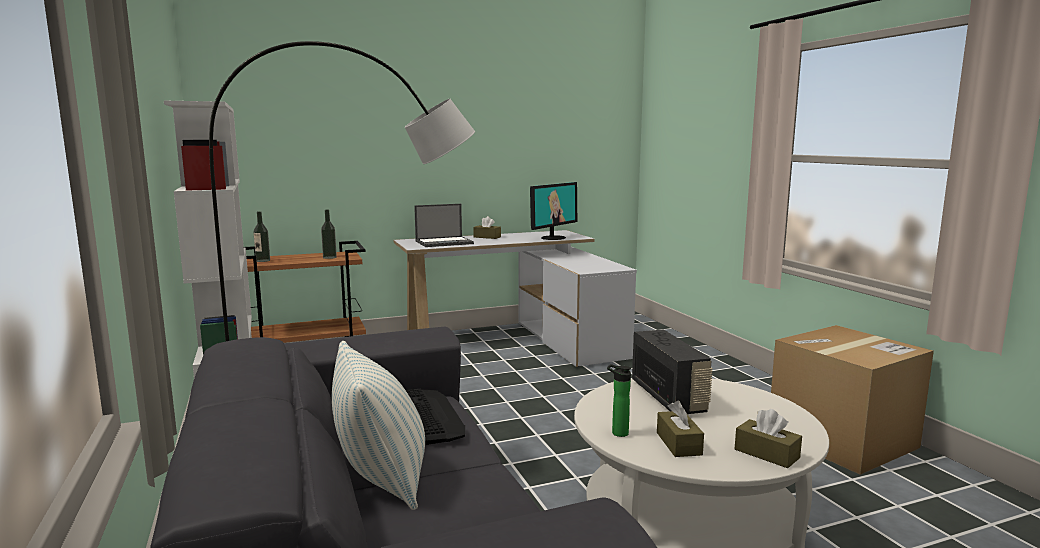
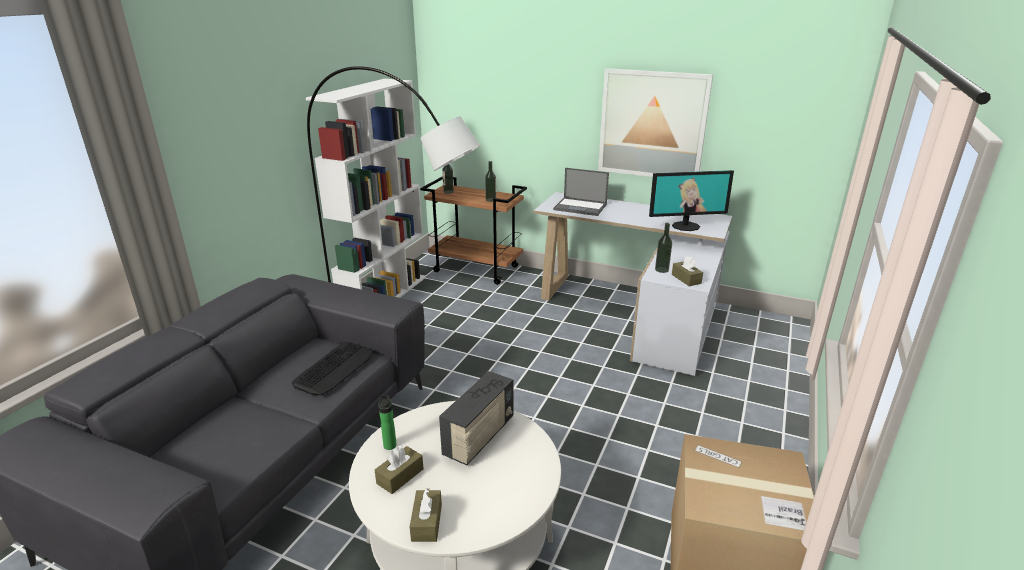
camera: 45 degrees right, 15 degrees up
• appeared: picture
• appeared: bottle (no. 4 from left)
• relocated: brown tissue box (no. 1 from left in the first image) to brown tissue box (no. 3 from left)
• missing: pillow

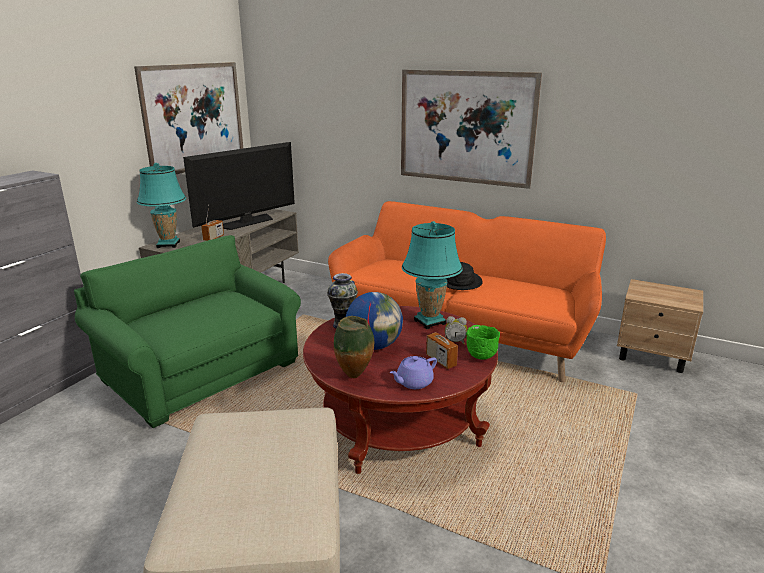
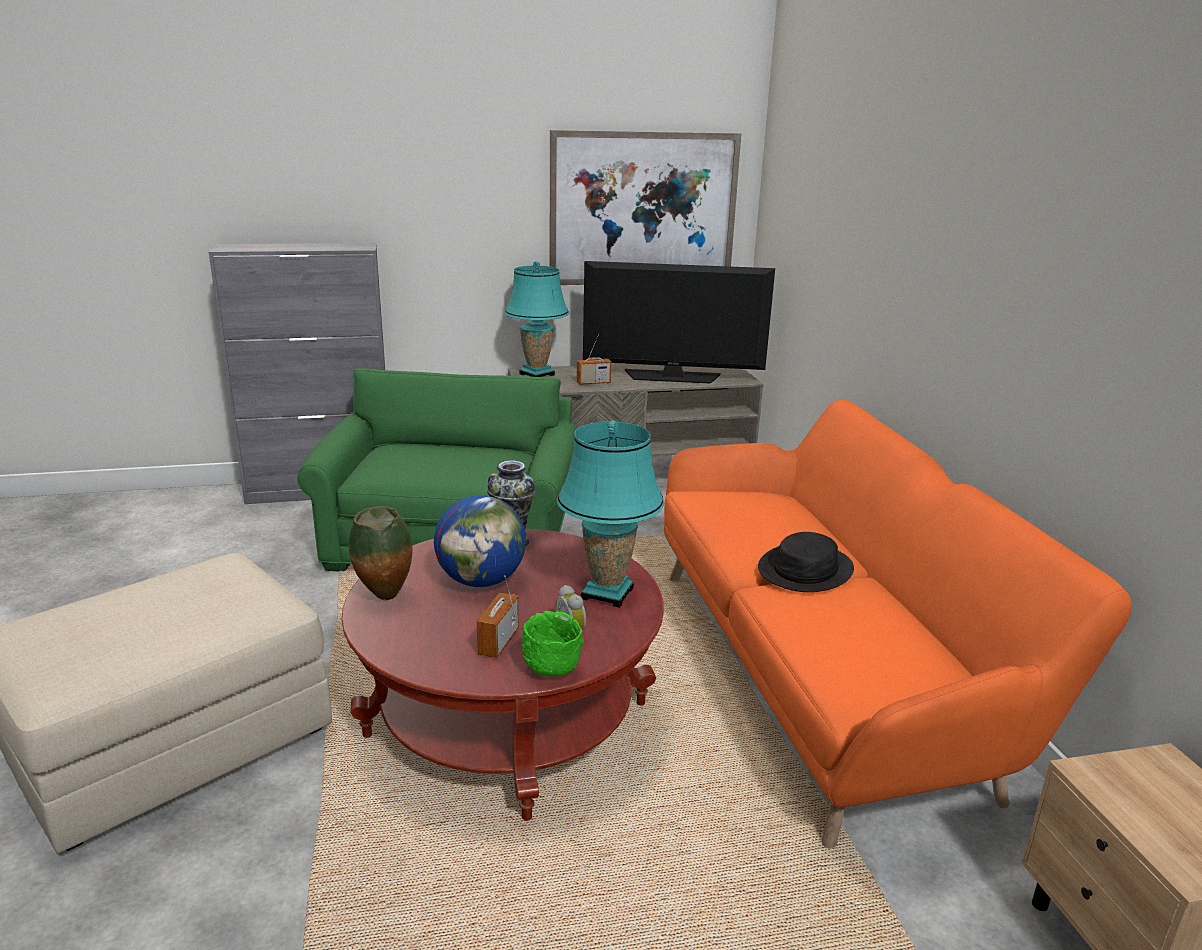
camera: 50 degrees right, 0 degrees up
• missing: purple teapot
• missing: picture (no. 2 from left)

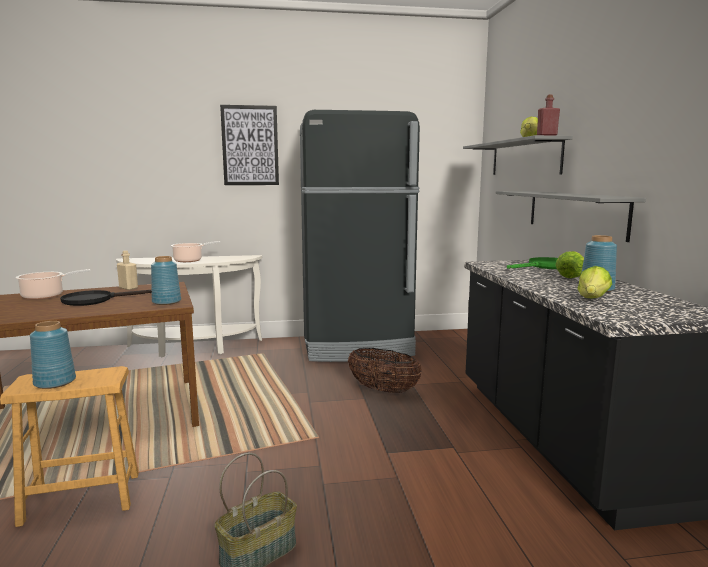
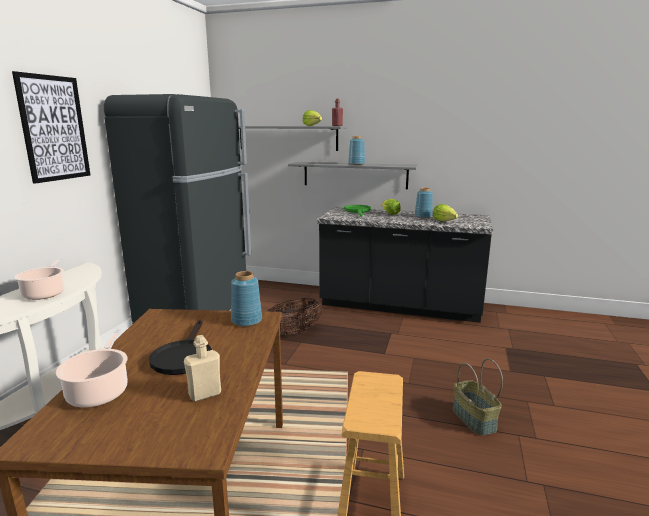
camera: 65 degrees left, 5 degrees up
• relocated: beige bottle
• relocated: blue vase (no. 1 from left in the first image) to blue vase (no. 2 from left)

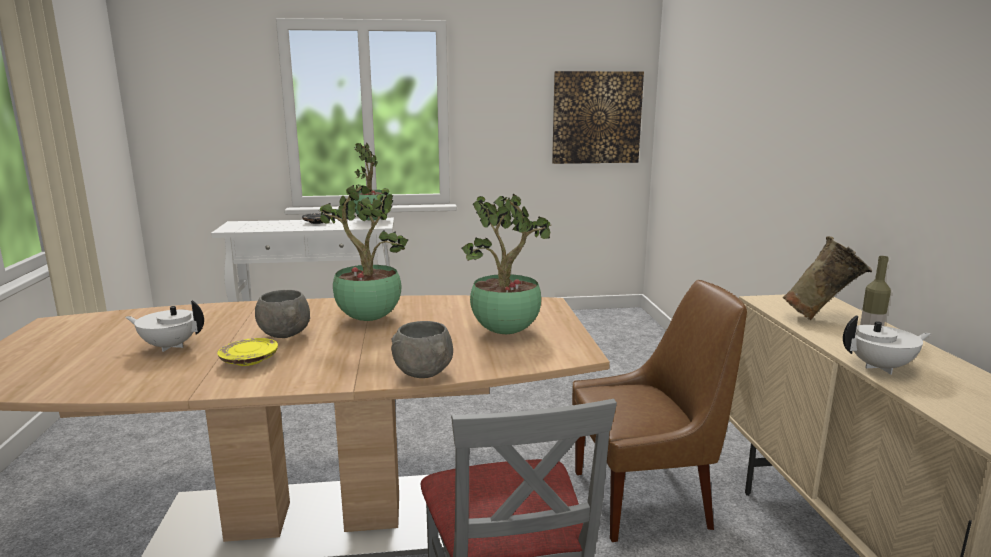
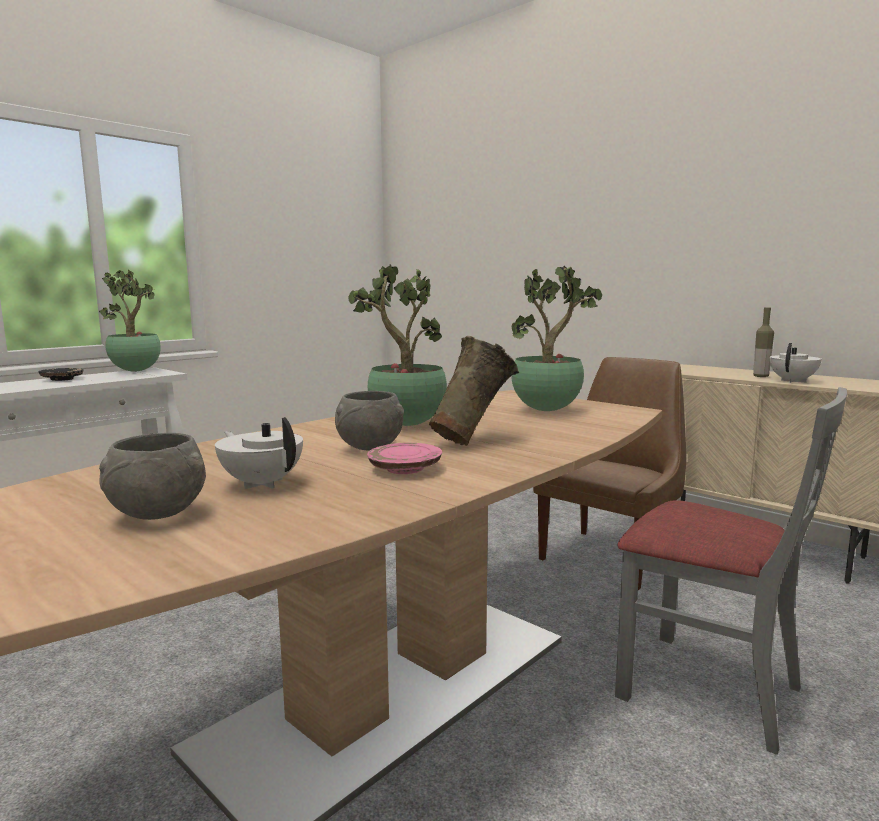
camera: 40 degrees left, 5 degrees down
• relocated: grey bowl (no. 2 from left in the first image) to grey bowl (no. 1 from left)
• spun: white teapot (no. 1 from left) 75 degrees clockwise
• colour: yellow plate to pink plate
• relocated: beige vase
• missing: picture

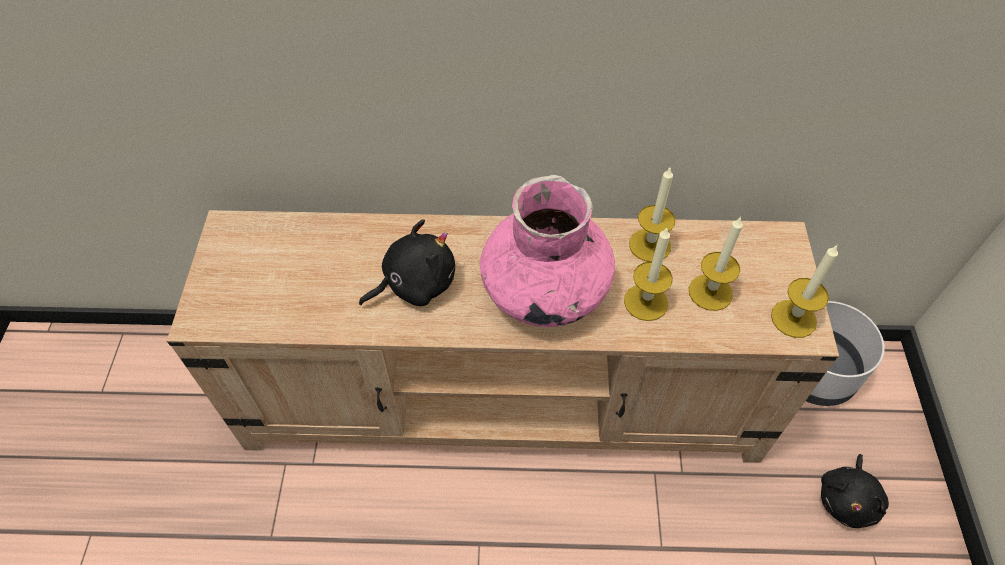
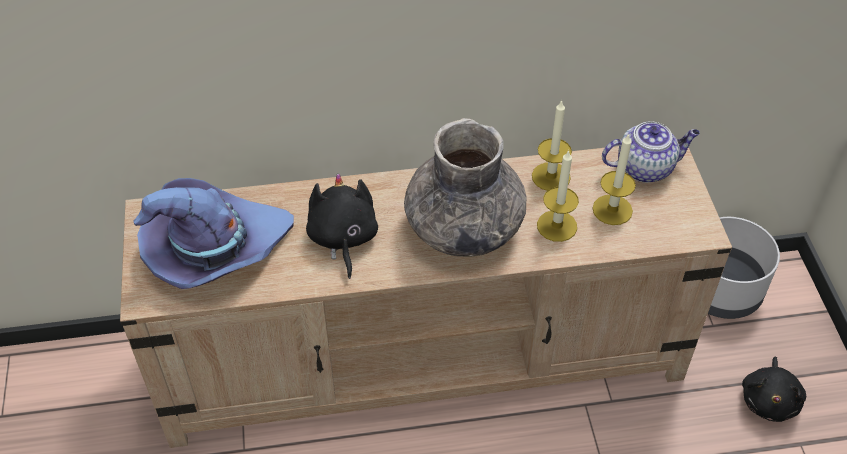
camera: 10 degrees left, 5 degrees down
• appeared: purple hat
• spun: black plush toy (no. 1 from left) 60 degrees counterclockwise
• colour: pink vase to grey vase
• appeared: teapot
• missing: candle (no. 4 from left)

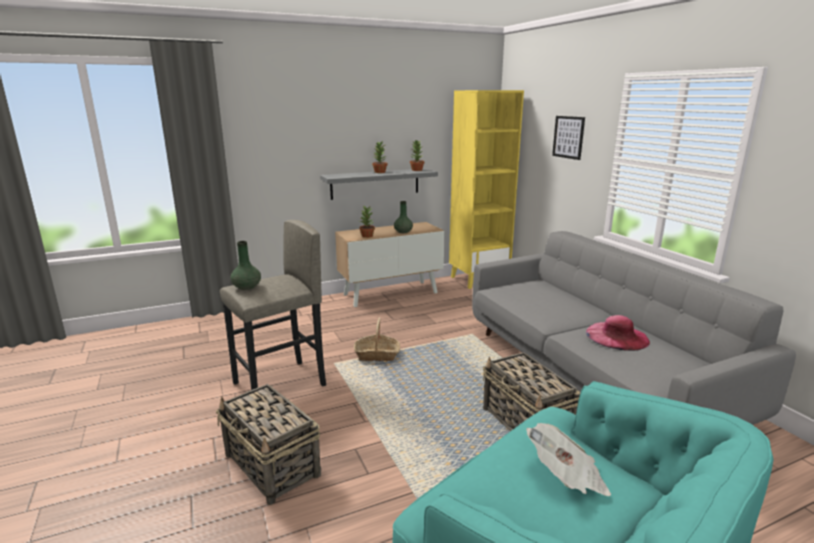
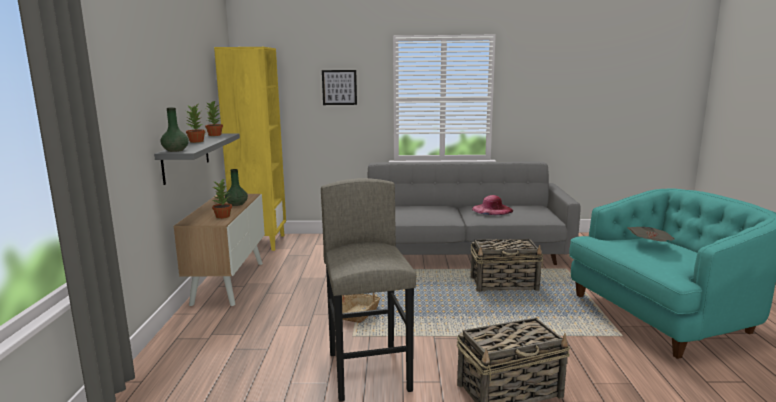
camera: 65 degrees left, 5 degrees down
• relocated: green vase (no. 1 from left)

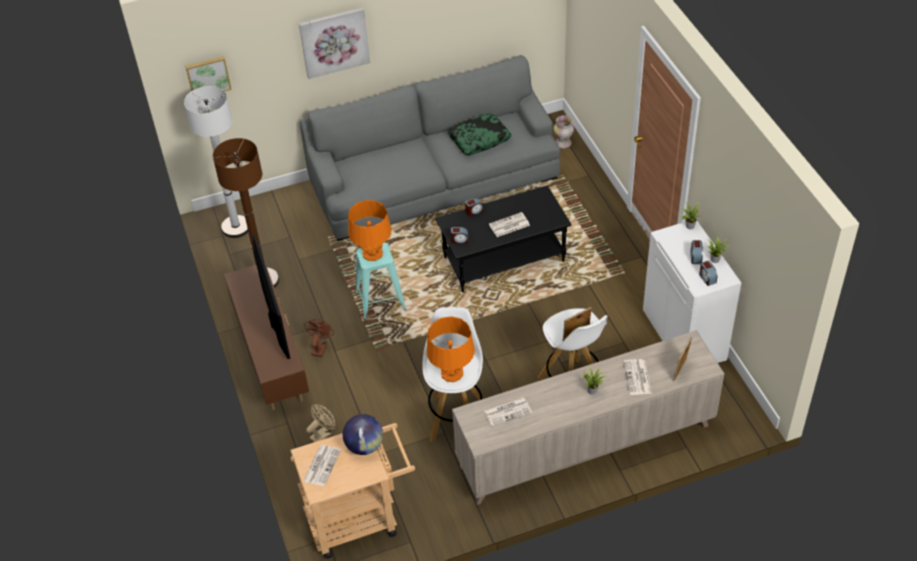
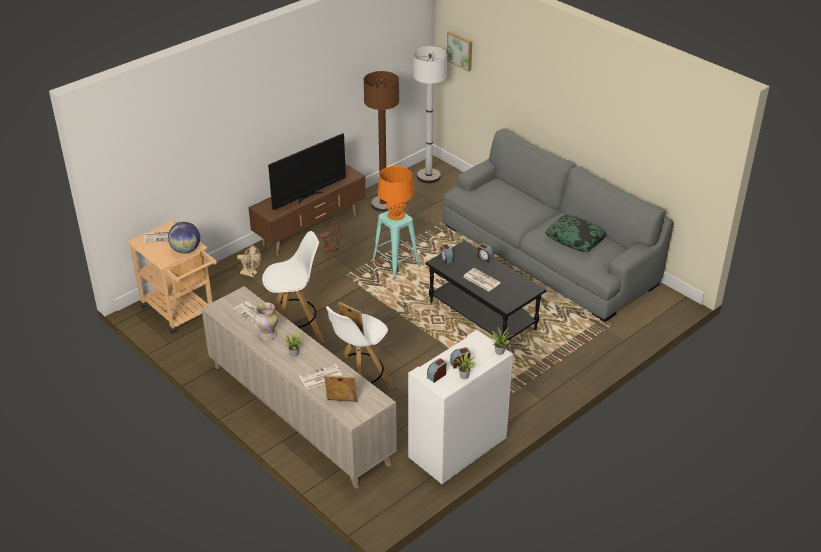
camera: 65 degrees right, 10 degrees down
• relocated: vase
• missing: picture (no. 2 from left)
• missing: orange table lamp (no. 2 from left)

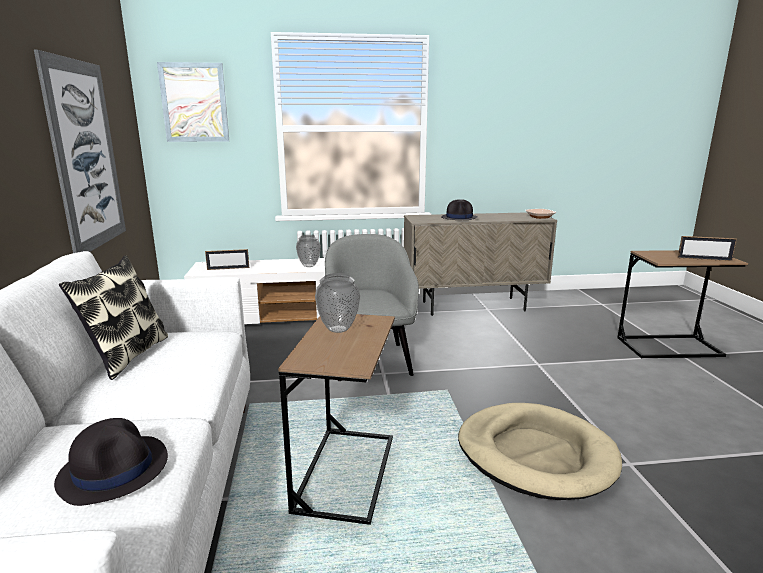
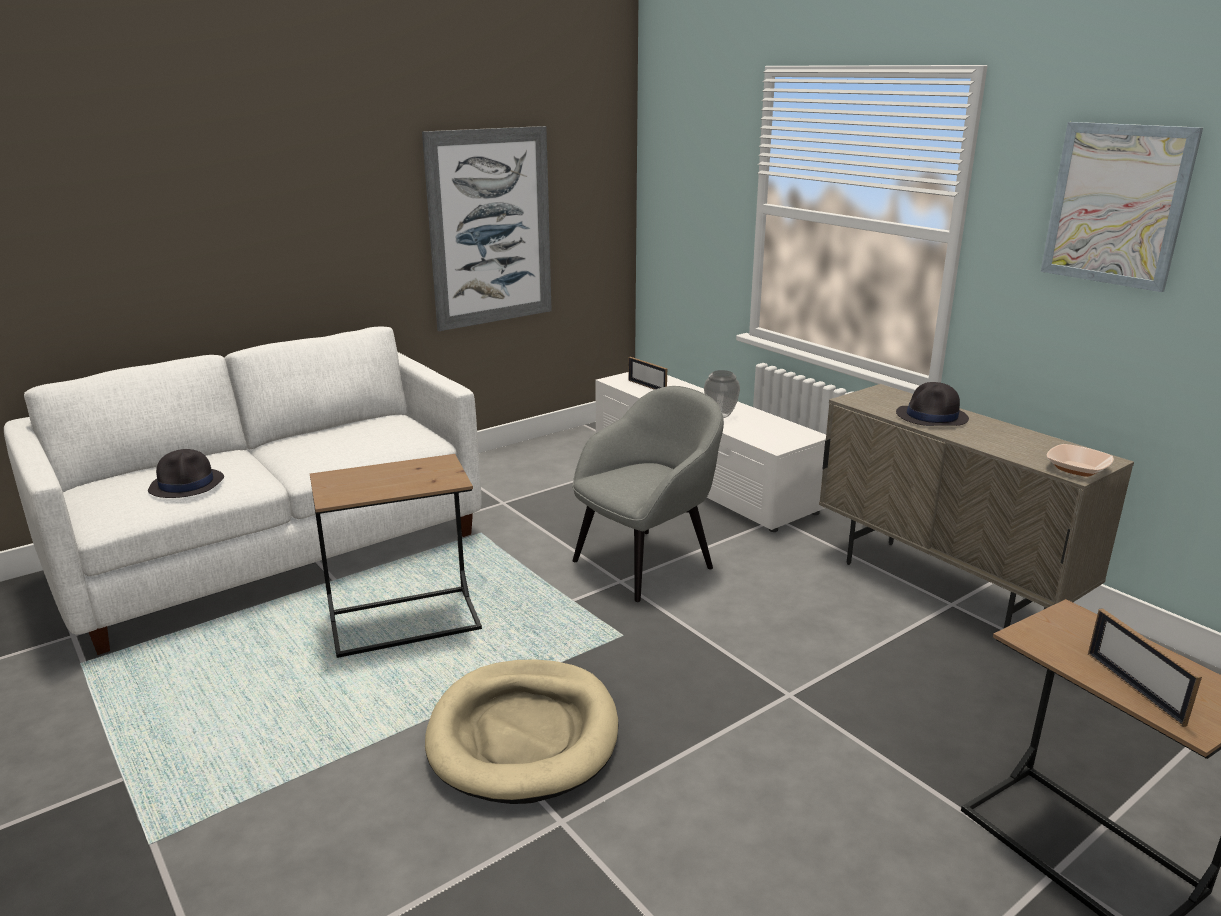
camera: 60 degrees right, 5 degrees up
• relocated: picture (no. 2 from left)
• missing: pillow
• missing: vase (no. 2 from left)

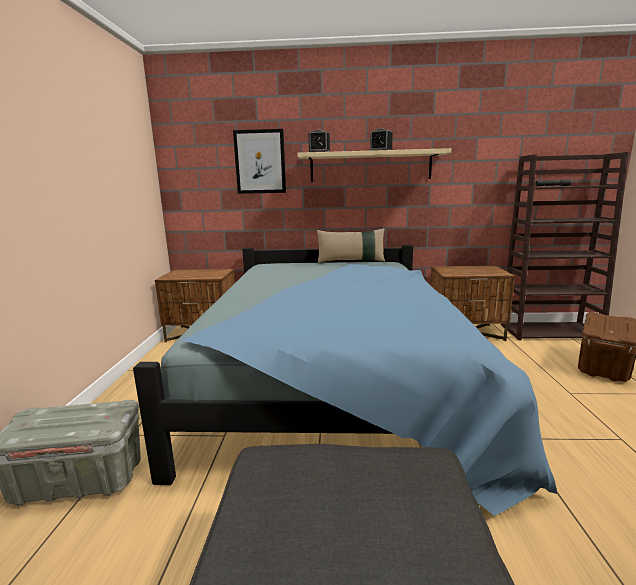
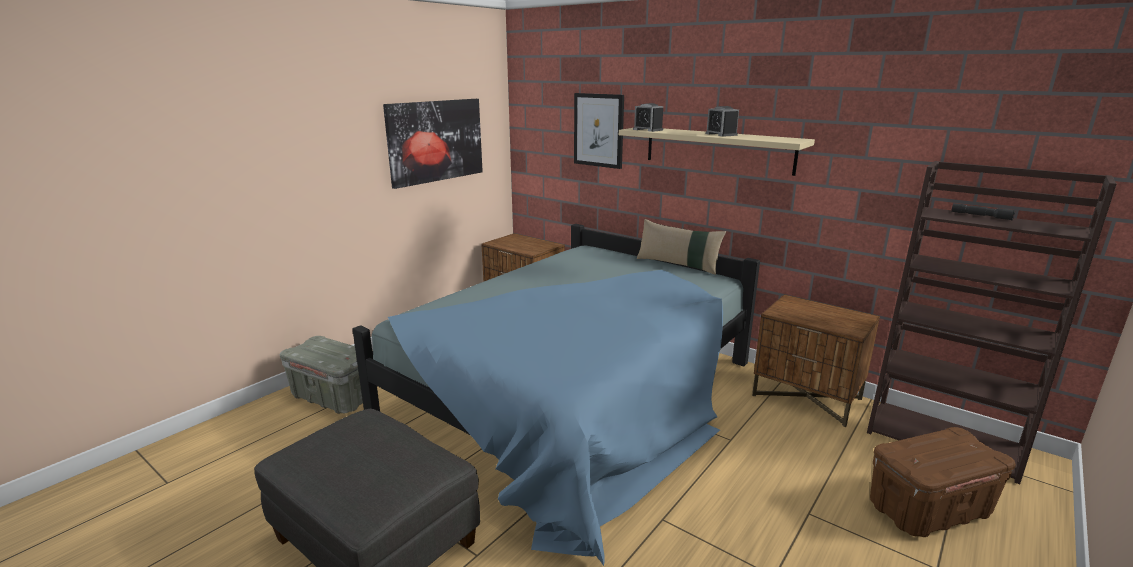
camera: 35 degrees right, 5 degrees up
• appeared: picture (no. 1 from left)

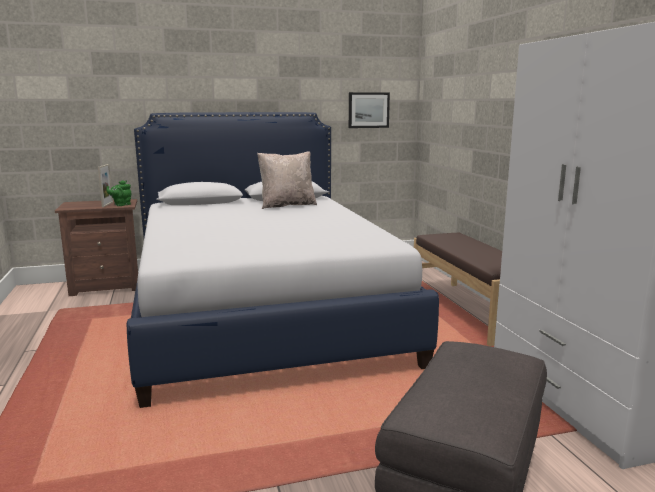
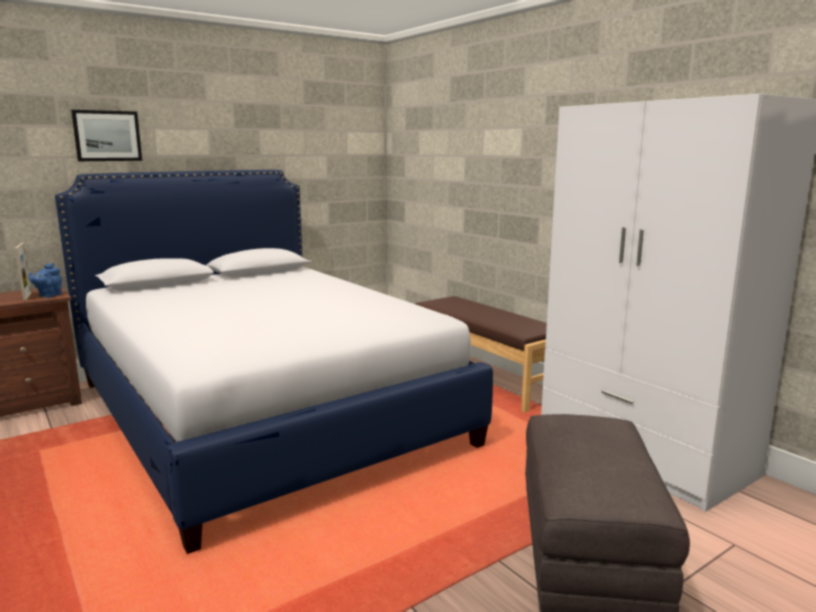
camera: 20 degrees left, 0 degrees up
• colour: green teapot to blue teapot
• relocated: picture
• missing: beige pillow

